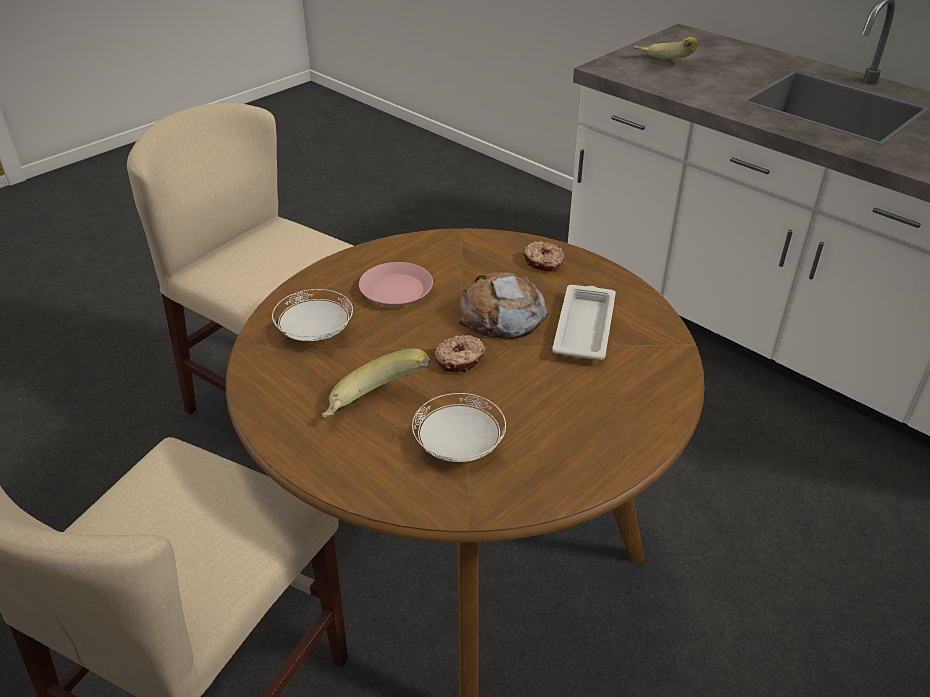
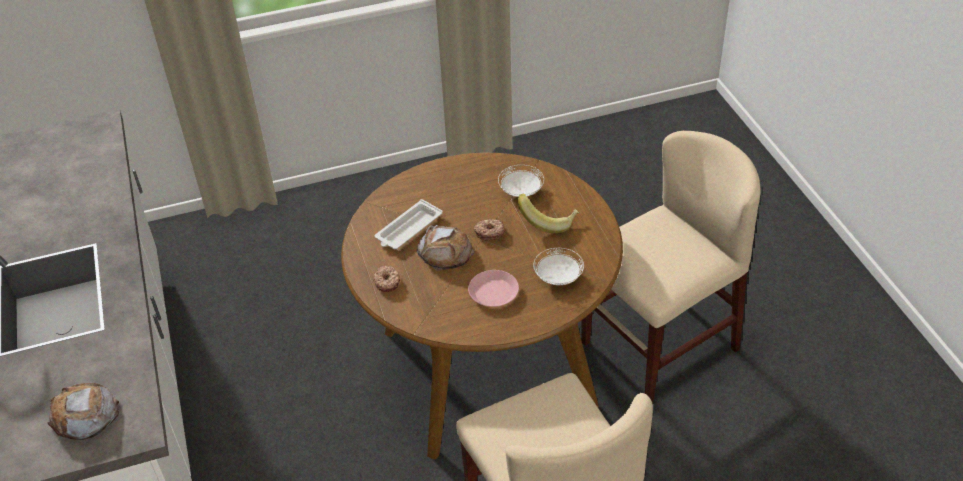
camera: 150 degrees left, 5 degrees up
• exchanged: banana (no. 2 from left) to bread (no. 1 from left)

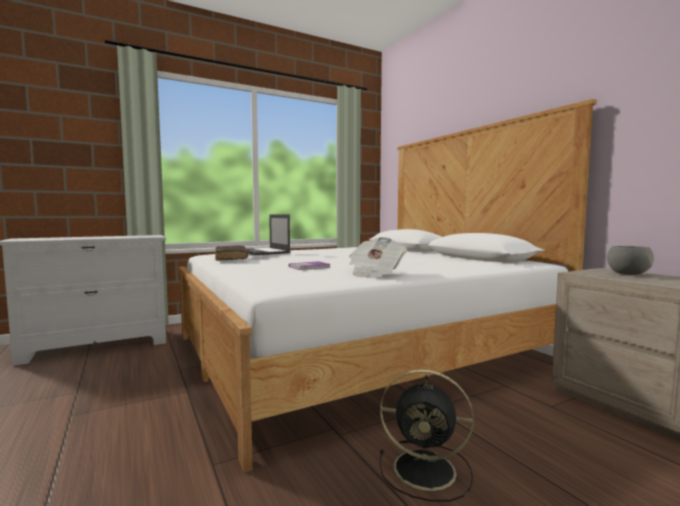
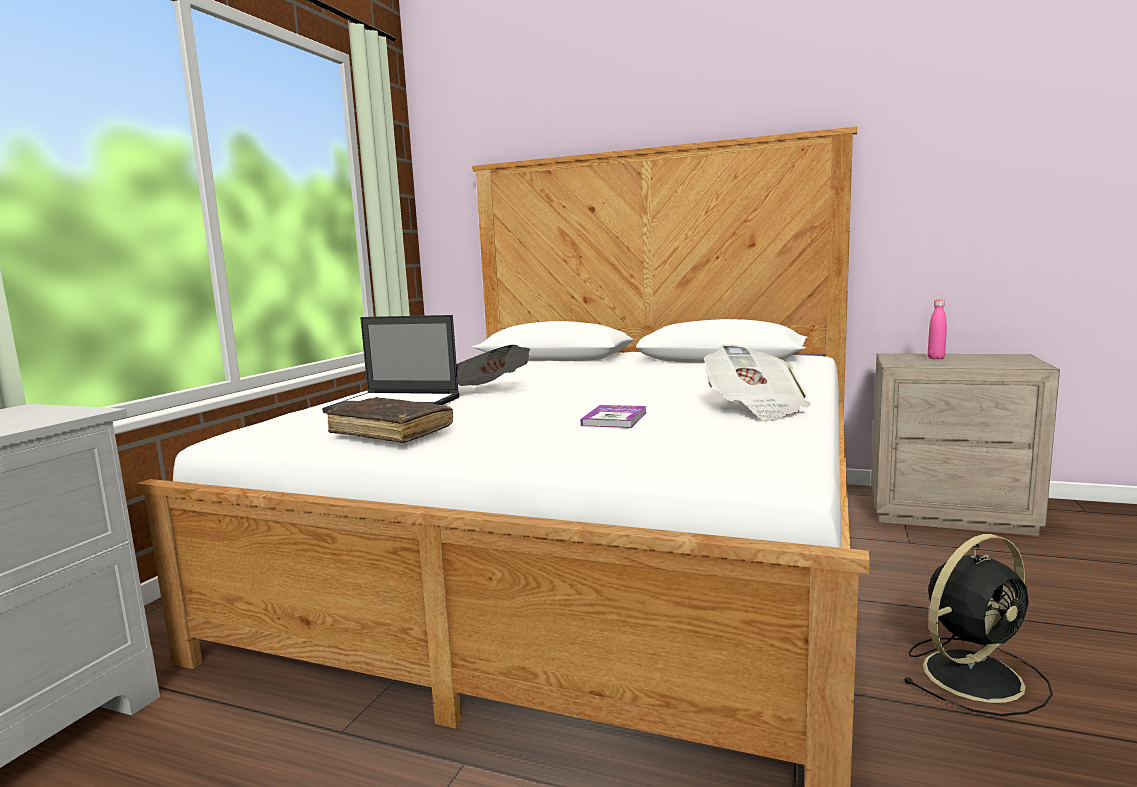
camera: 40 degrees left, 5 degrees up
• appeared: newspaper (no. 1 from left)
• exchanged: grey bowl to pink bottle

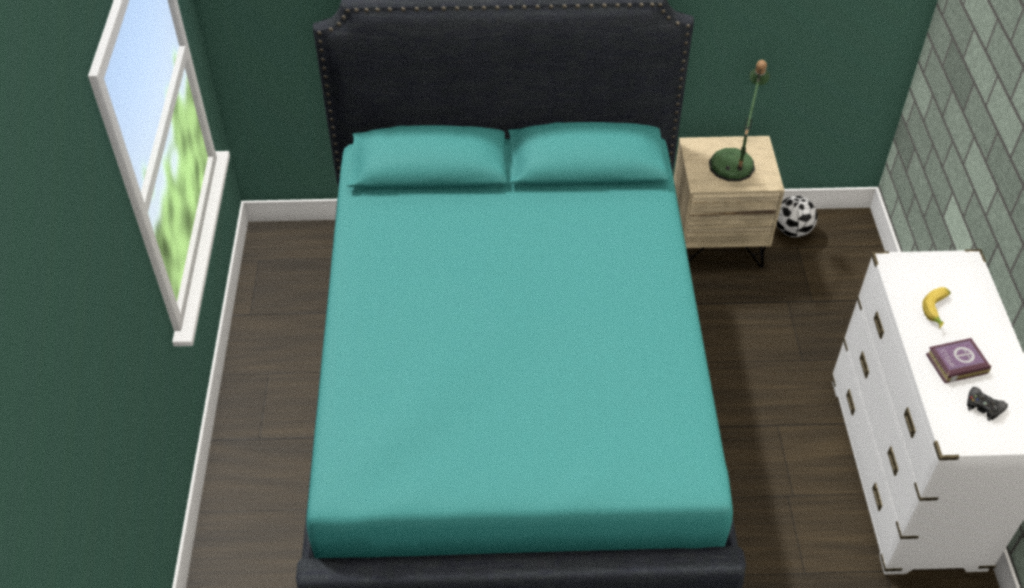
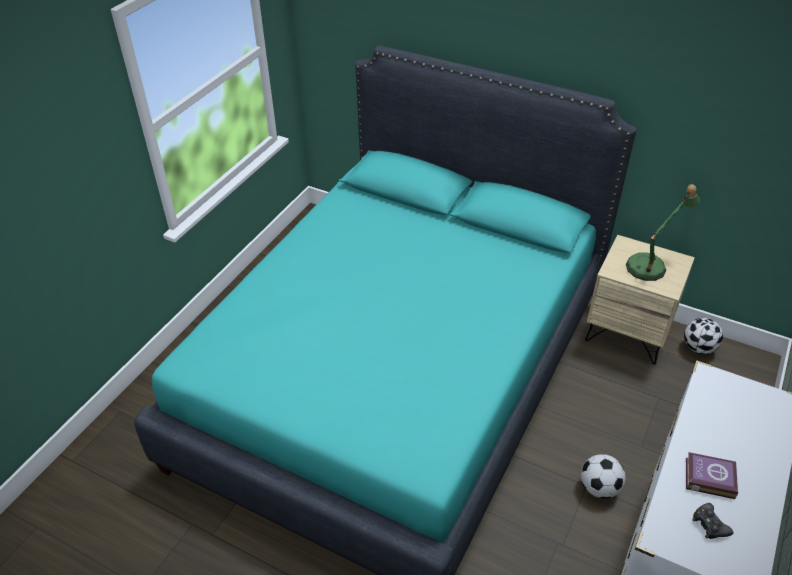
camera: 30 degrees right, 5 degrees down
• appeared: football (no. 1 from left)
• missing: banana

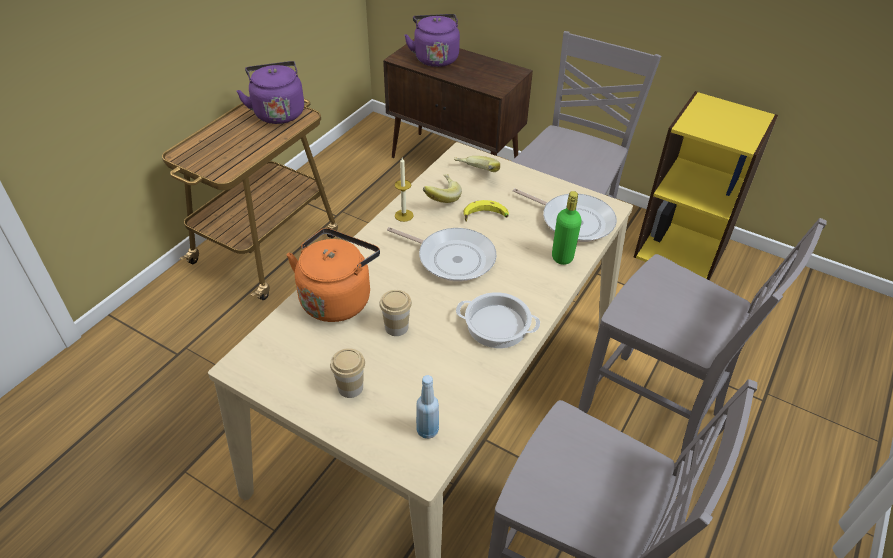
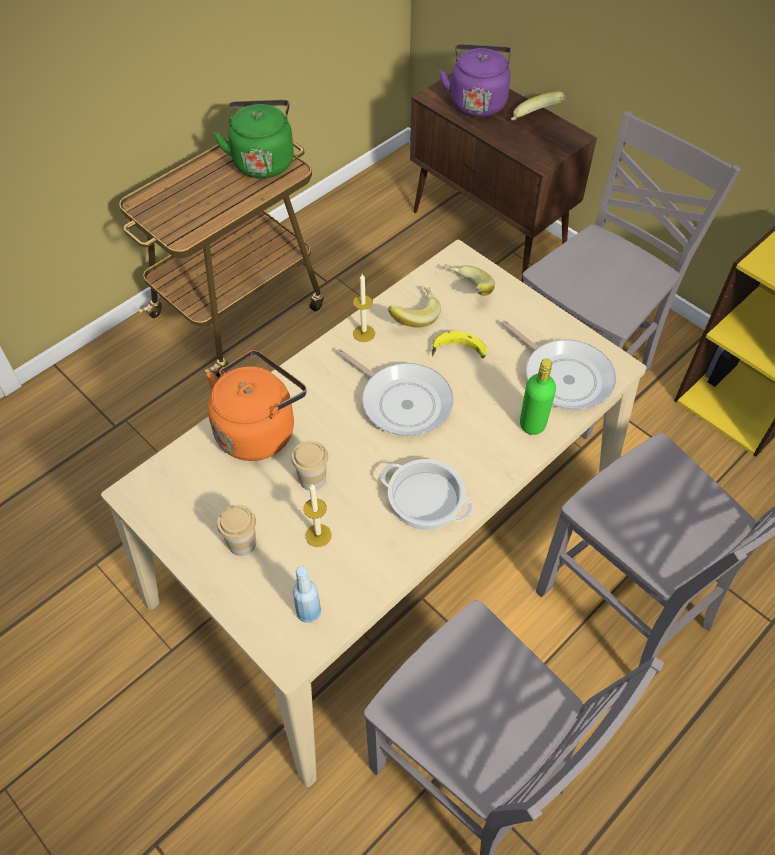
camera: 15 degrees right, 10 degrees up
• colour: purple kettle (no. 1 from left) to green kettle
• appeared: candle (no. 1 from left)
• appeared: banana (no. 4 from left)

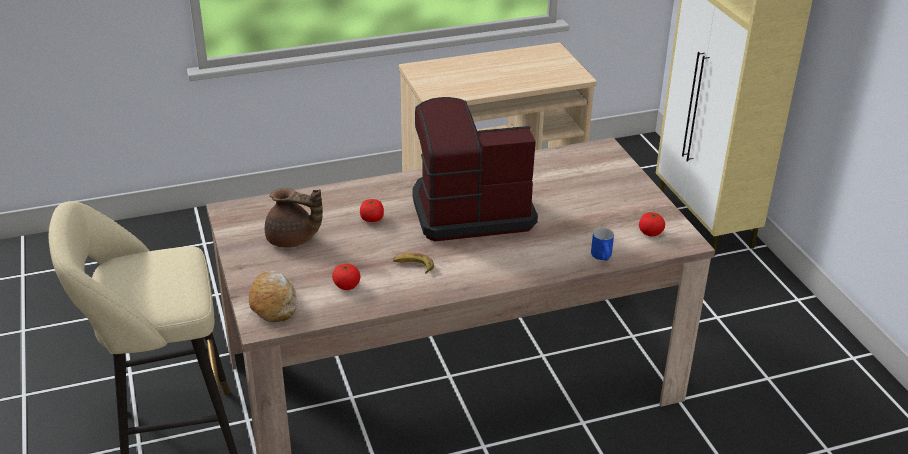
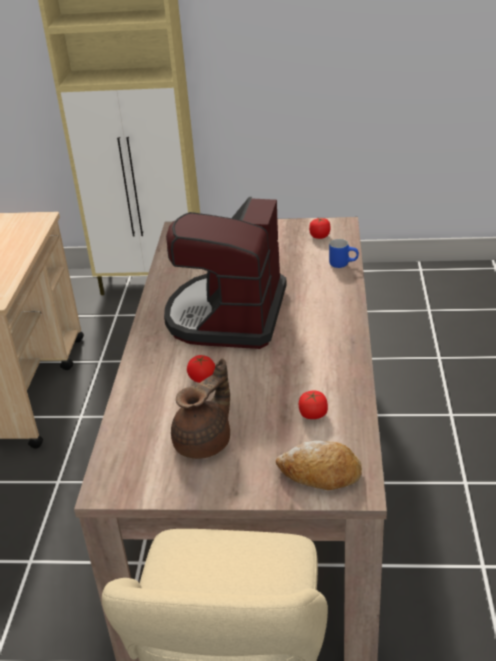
camera: 65 degrees left, 0 degrees up
• missing: banana

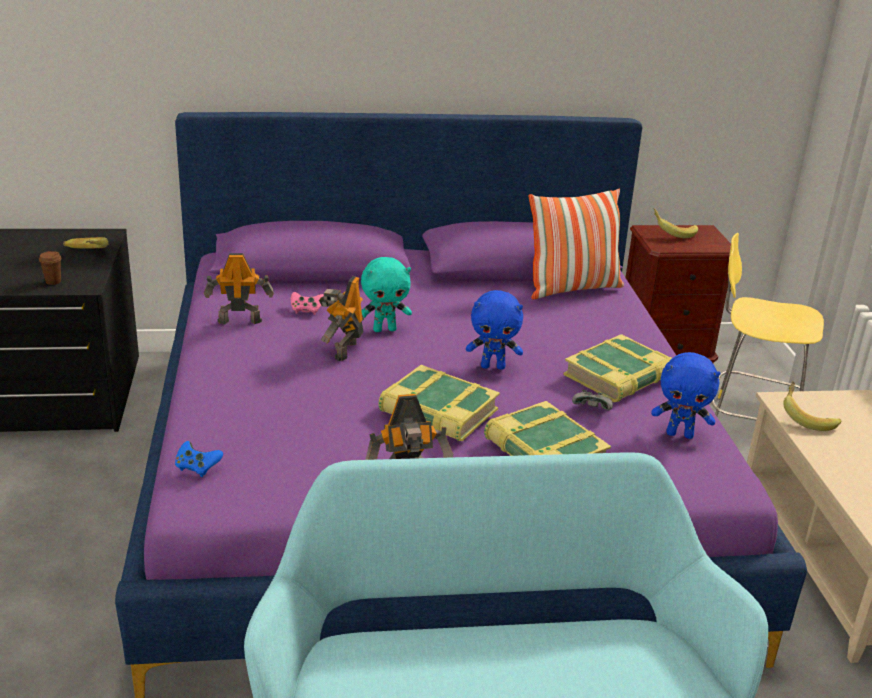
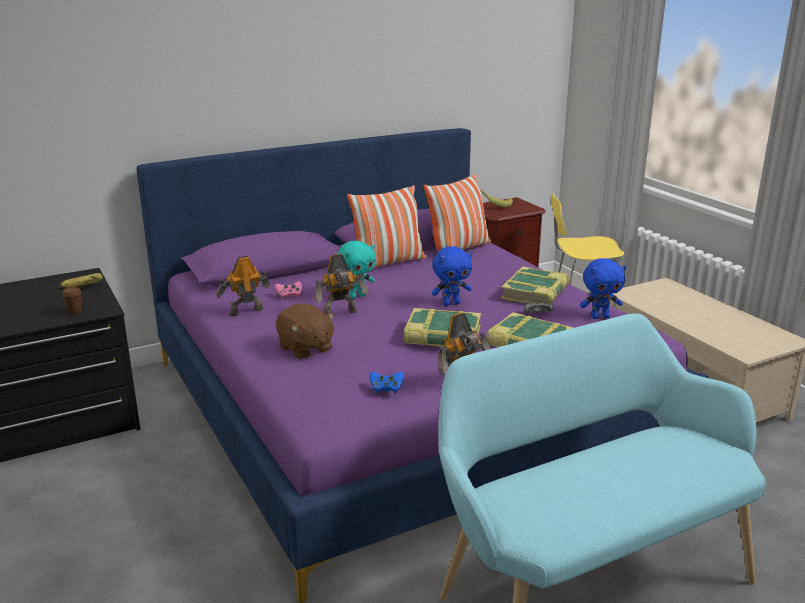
camera: 20 degrees left, 5 degrees down
• appeared: brown plush toy
• spun: toy robot (no. 2 from left) 105 degrees counterclockwise
• appeared: pillow (no. 1 from left)
• relocated: blue game controller
• missing: banana (no. 3 from left)

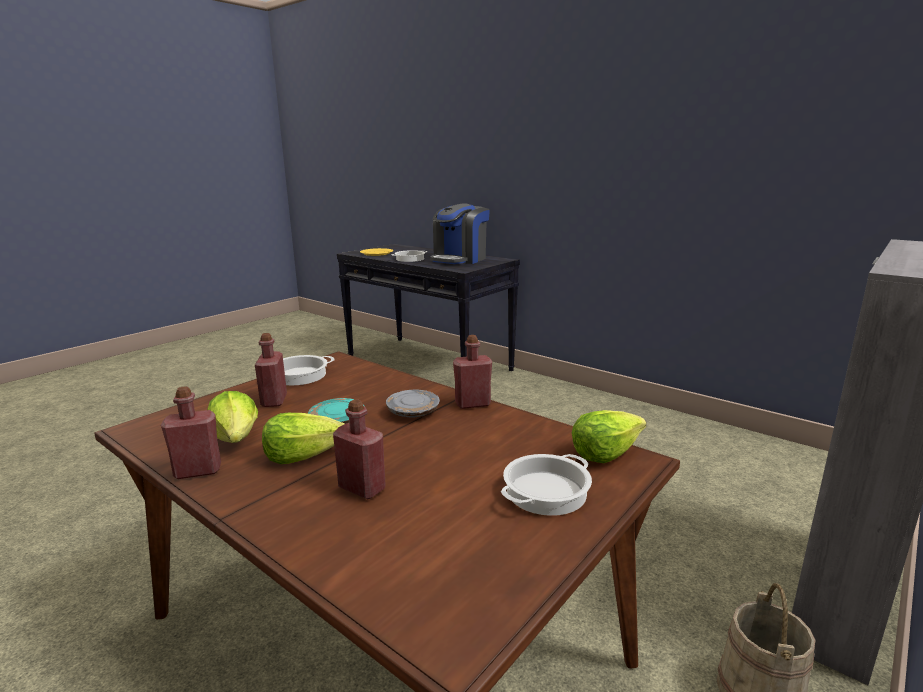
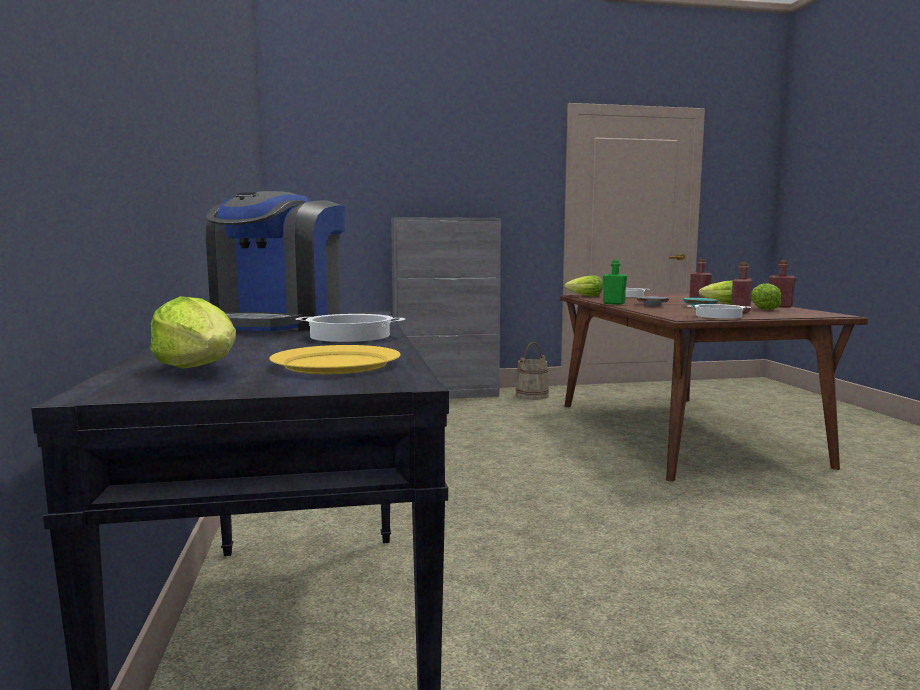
camera: 140 degrees left, 10 degrees down
• appeared: lettuce (no. 1 from left)
• spun: coffee machine 120 degrees clockwise
• colour: red bottle (no. 4 from left) to green bottle

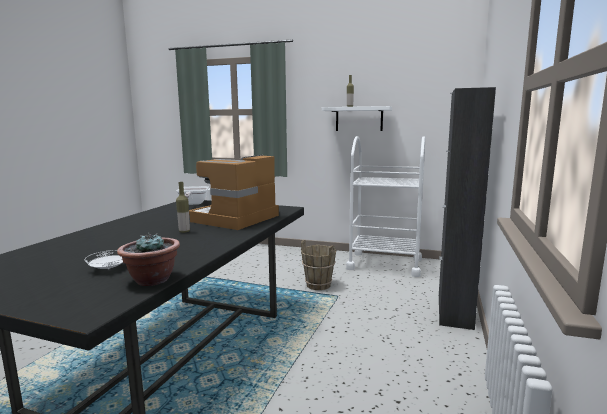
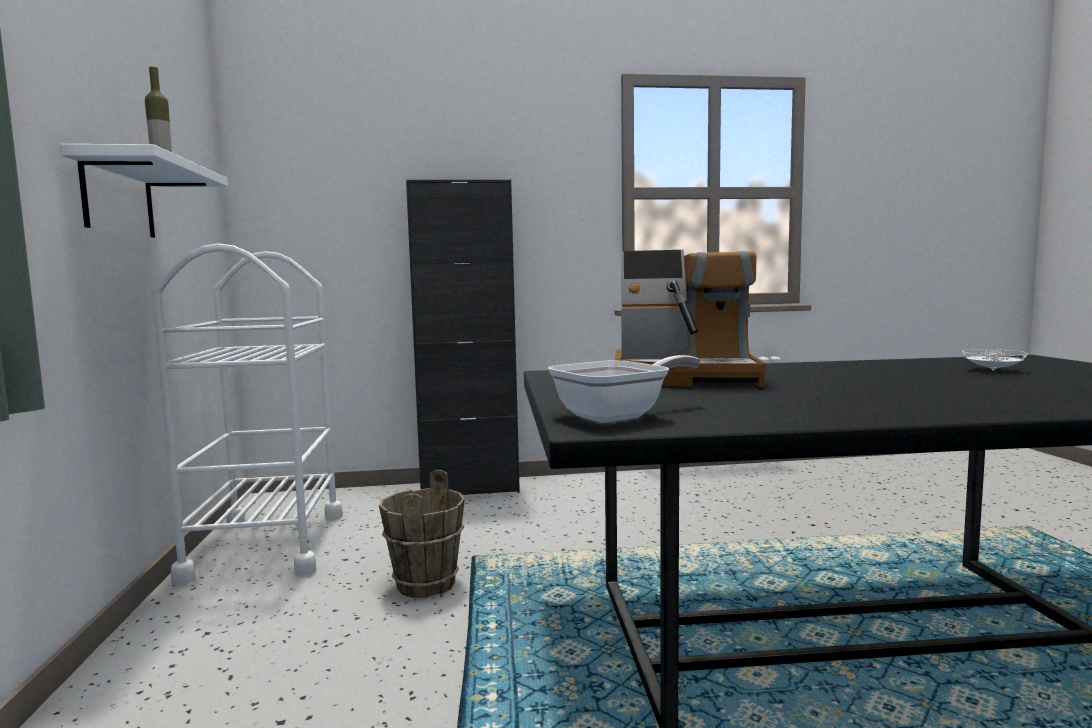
camera: 115 degrees left, 5 degrees down
• missing: potted plant
• missing: bottle (no. 1 from left)

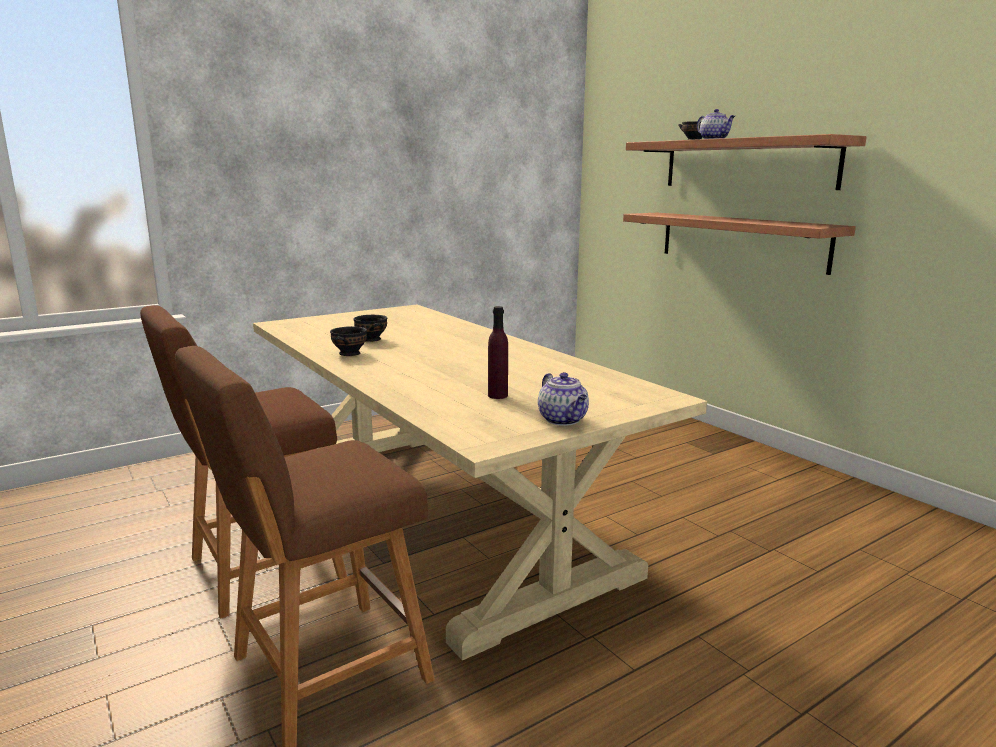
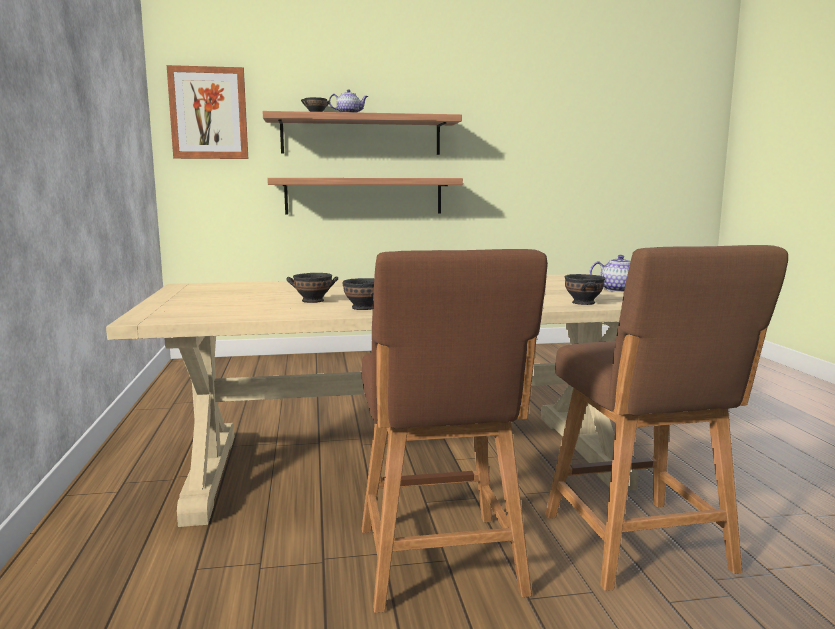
camera: 65 degrees left, 5 degrees down
• appeared: picture
• appeared: black bowl (no. 4 from left)
• missing: purple bottle

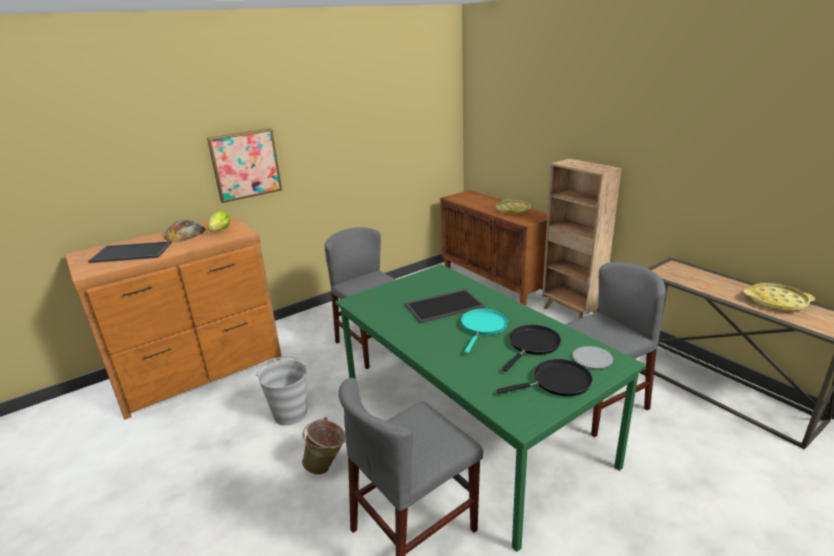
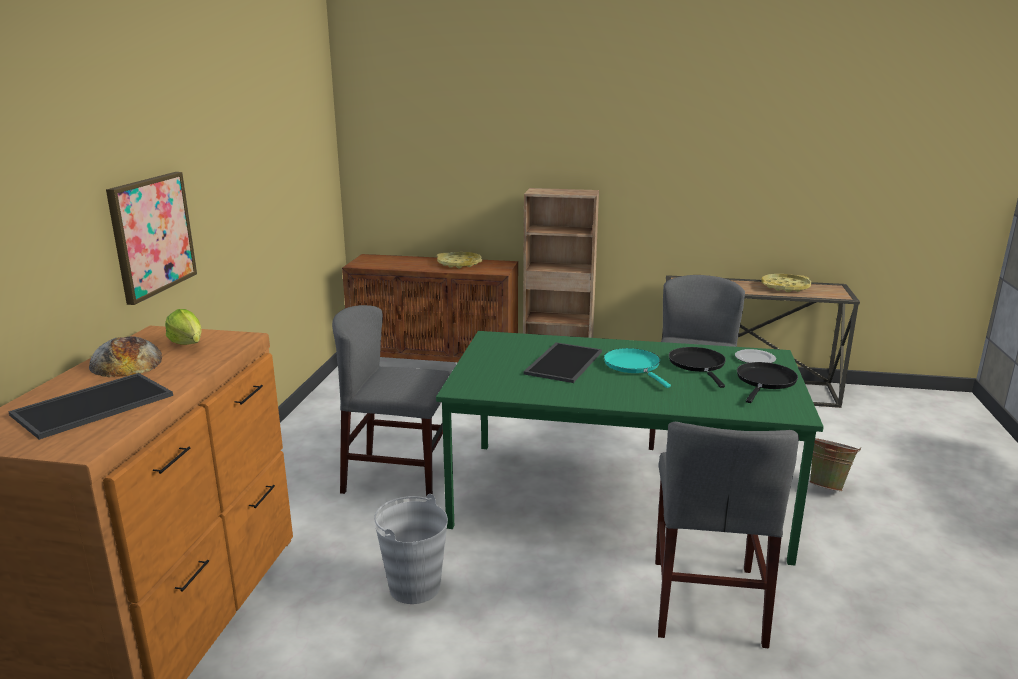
camera: 45 degrees left, 5 degrees down
• relocated: green bucket

